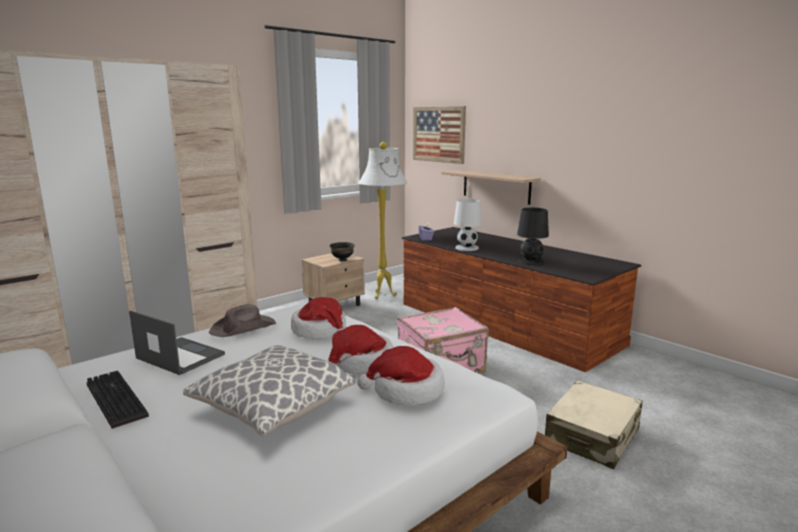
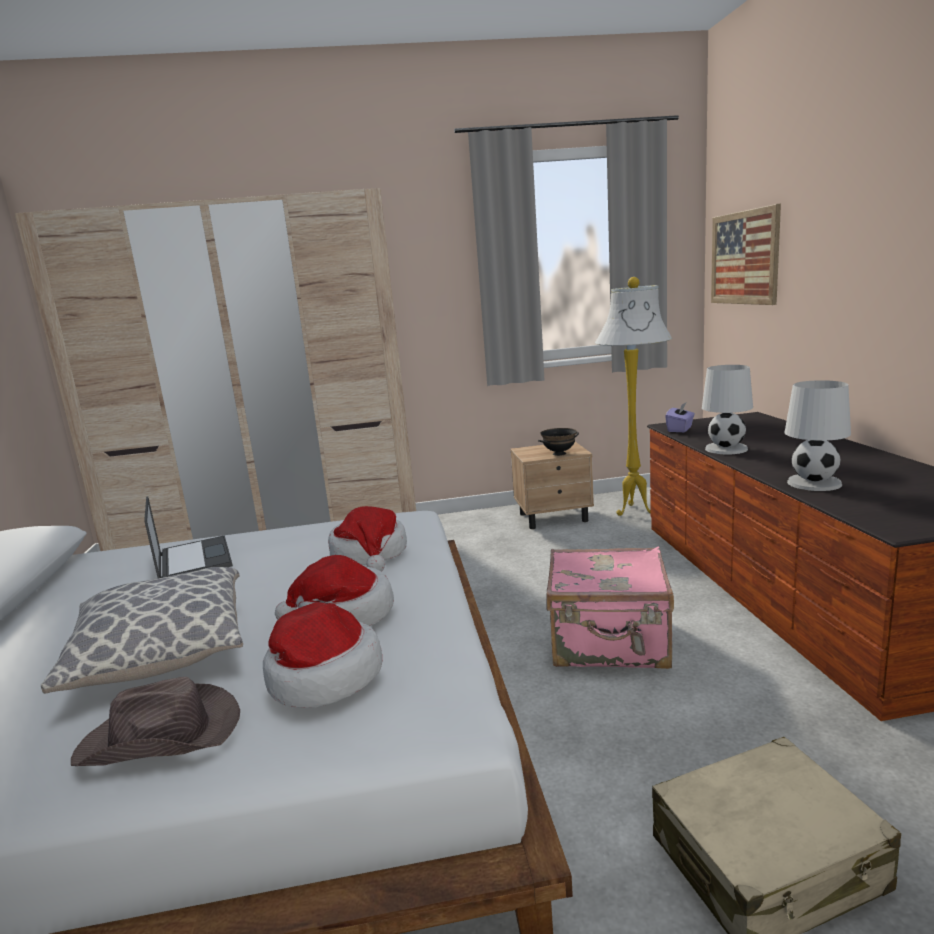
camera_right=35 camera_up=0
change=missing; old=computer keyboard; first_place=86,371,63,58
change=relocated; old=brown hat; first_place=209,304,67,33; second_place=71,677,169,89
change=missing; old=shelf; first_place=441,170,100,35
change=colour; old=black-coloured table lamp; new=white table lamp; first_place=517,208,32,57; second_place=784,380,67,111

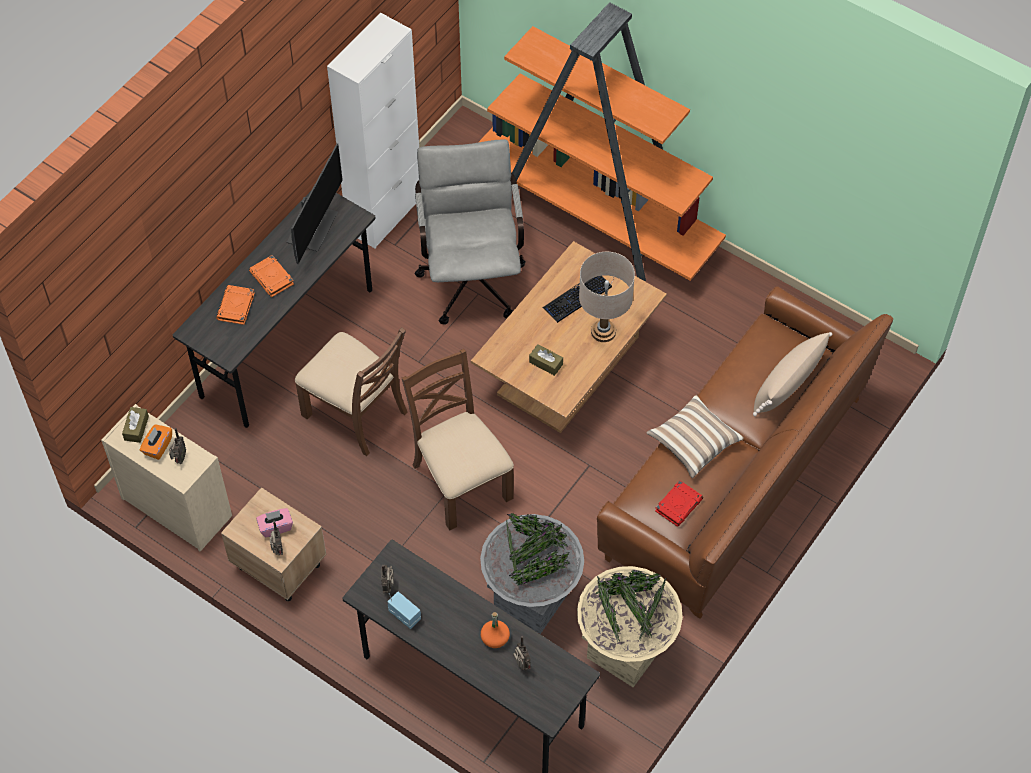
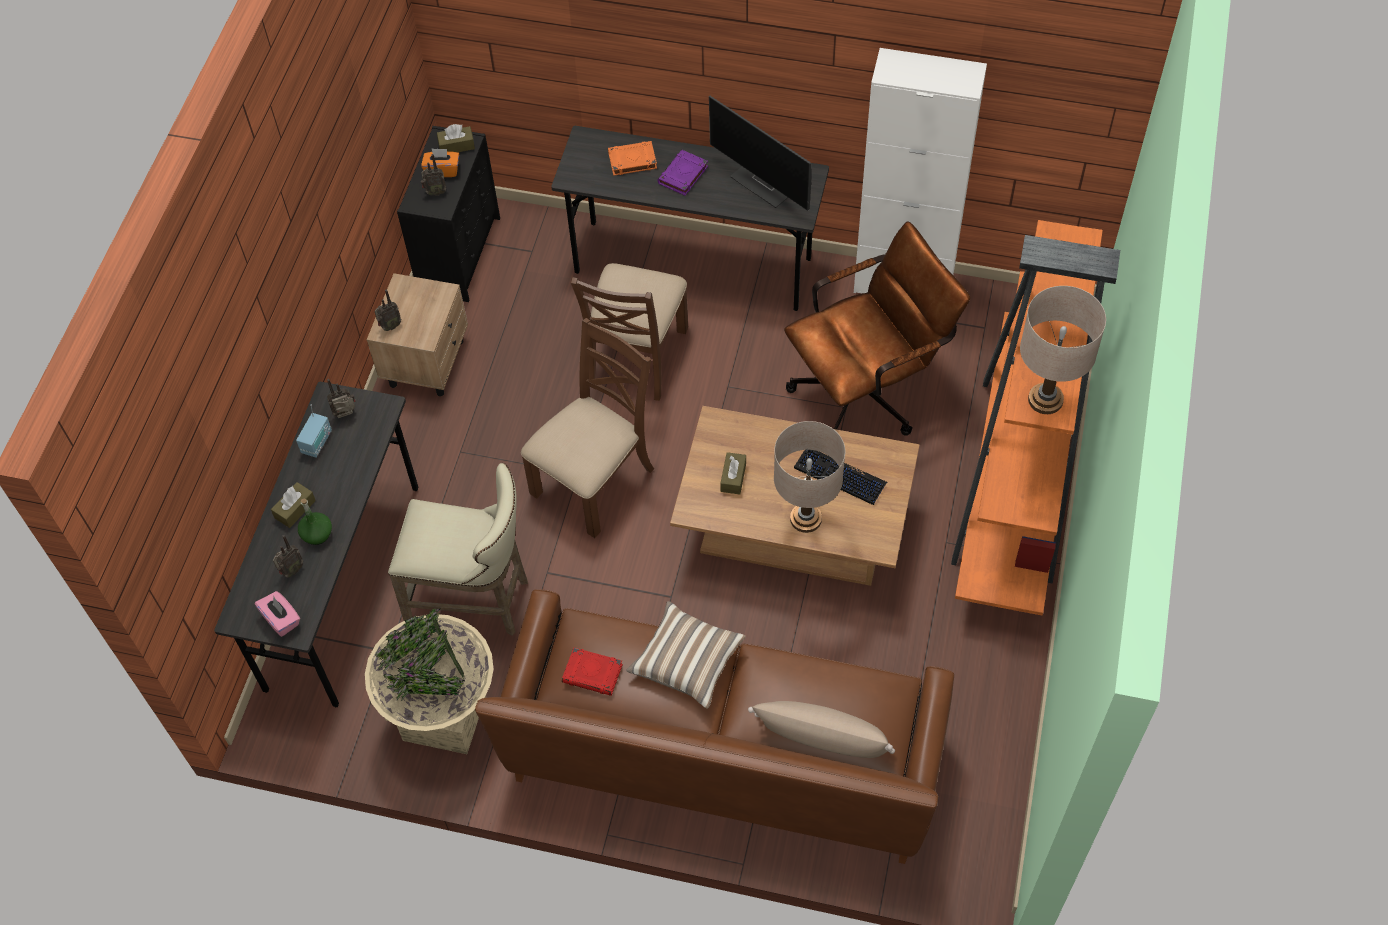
camera_right=70 camera_up=0
change=colour; old=beige chest of drawers; new=black-coloured chest of drawers; first_place=101,404,131,148; second_place=397,126,103,176
change=colour; old=orangey bound book; new=purple-coloured bound book; first_place=249,255,45,42; second_place=657,150,51,45
change=relocated; old=pink tissue box; first_place=256,508,37,30; second_place=255,591,45,46
change=spun; old=computer display; first_place=287,143,56,121; second_place=709,96,103,115; degrees=45
change=colour; old=gray desk chair; new=brown desk chair; first_place=414,139,112,185; second_place=784,222,186,214
change=exchanged; old=gray planter; new=beige stool seat; first_place=480,513,104,121; second_place=388,463,140,173
change=colour; old=orangey beverage bottle; new=green beverage bottle; first_place=481,612,29,36; second_place=298,499,34,46
change=appeared; new=brown tissue box; second_place=271,482,45,46
change=appeared; new=beige table lamp; second_place=1020,286,86,128

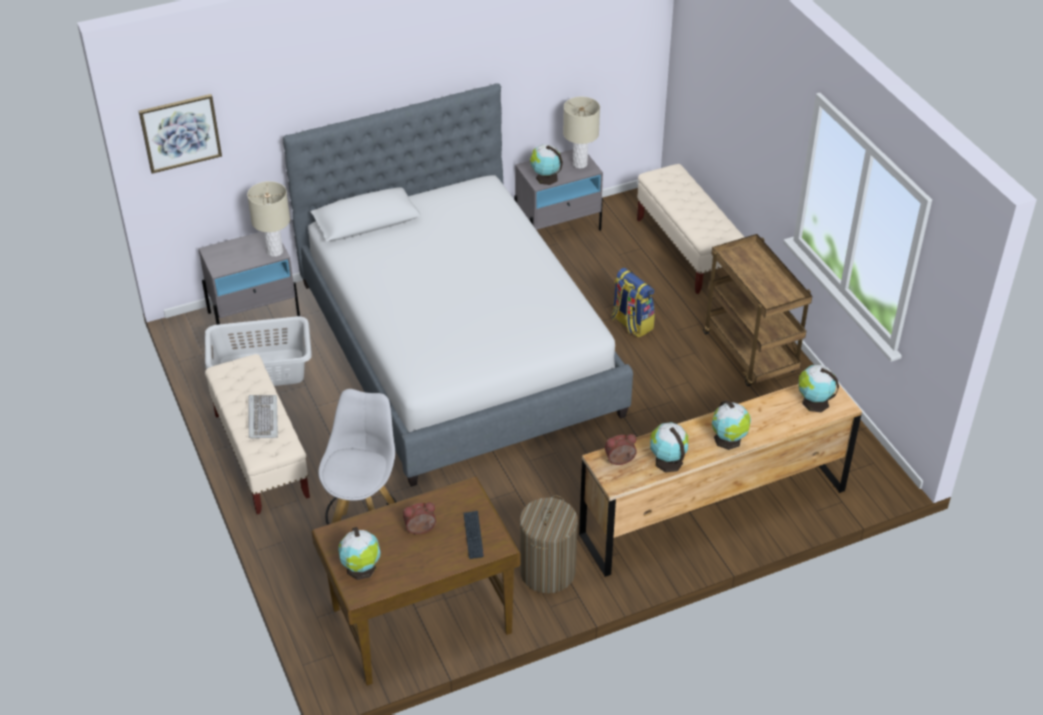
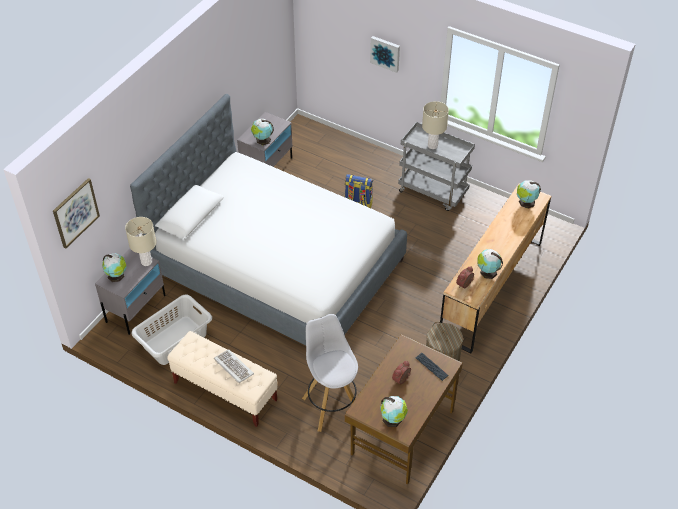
camera_right=-35 camera_up=5
change=relocated; old=beige table lamp; first_place=563,97,37,71; second_place=422,101,27,48
change=missing; old=beige long seat; first_place=637,164,107,130
change=colour; old=brown trolley; new=gray trolley; first_place=703,234,109,152; second_place=398,122,77,89
change=relocated; old=desk globe; first_place=712,401,39,49; second_place=102,254,25,28
change=appeared; new=wall picture; second_place=370,36,30,37

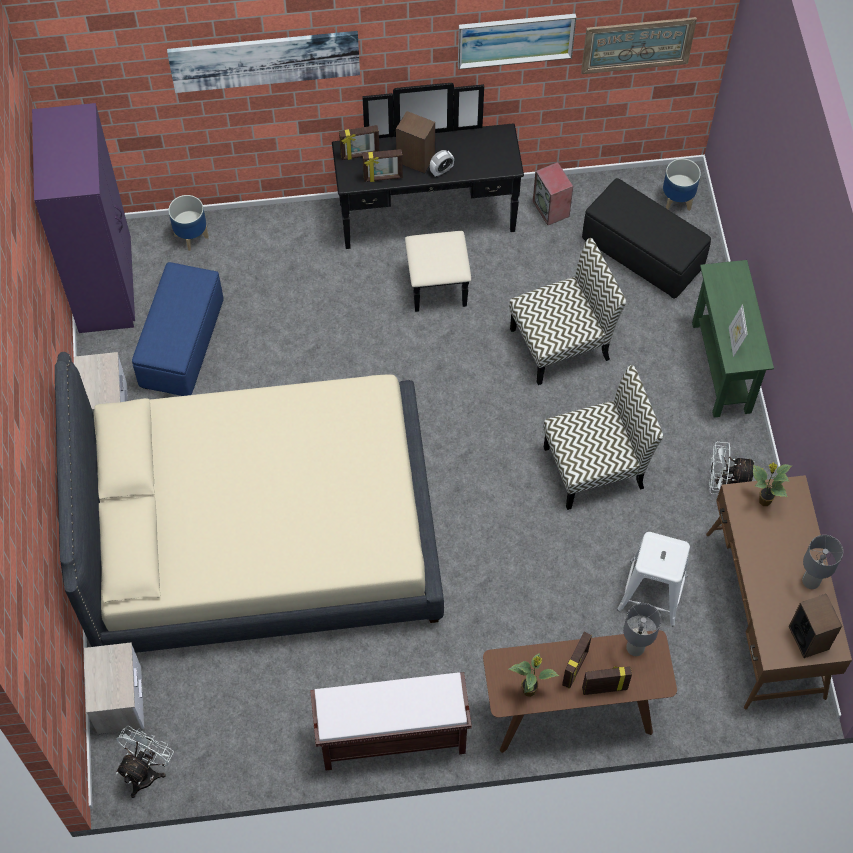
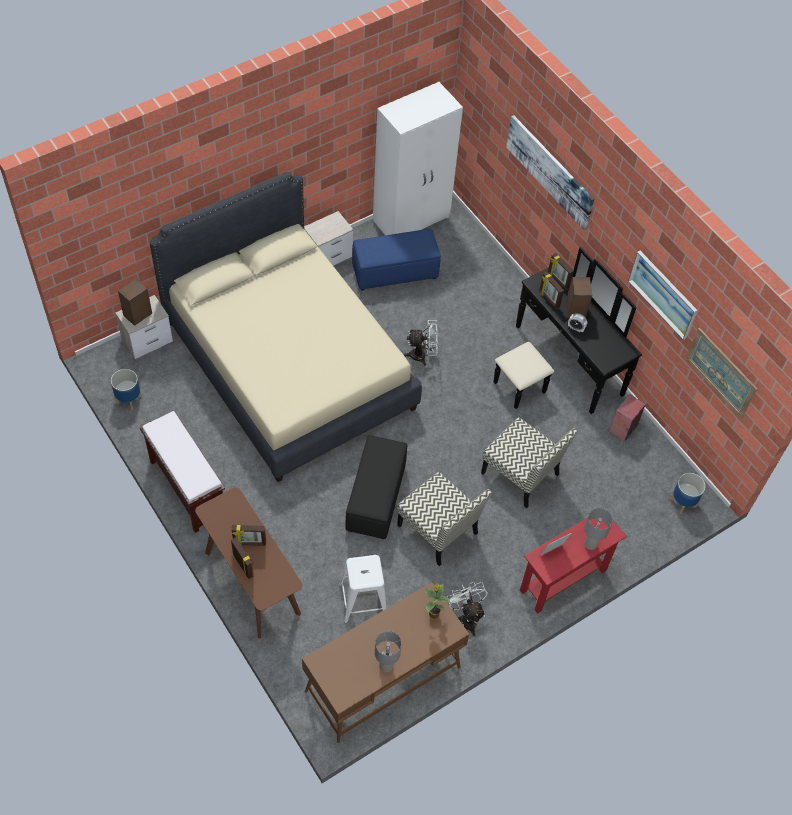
camera_right=60 camera_up=-5
change=colour; old=purple-coloured wardrobe; new=white wardrobe; first_place=32,103,103,230; second_place=373,82,90,153
change=relocated; old=white fan; first_place=116,726,58,72; second_place=404,320,34,46
change=relocated; old=planter; first_place=169,195,40,56; second_place=111,369,31,41
change=missing; old=potted plant; first_place=508,653,51,44
change=relocated; old=black-coloured pouffe; first_place=582,178,129,121; second_place=345,435,62,104
change=relocated; old=gray table lamp; first_place=623,603,38,53; second_place=584,508,29,42
change=colour; old=green console table; new=red-coloured console table; first_place=692,260,82,157; second_place=520,518,107,96
change=relocated; old=audio speaker; first_place=789,594,53,64; second_place=118,279,34,47

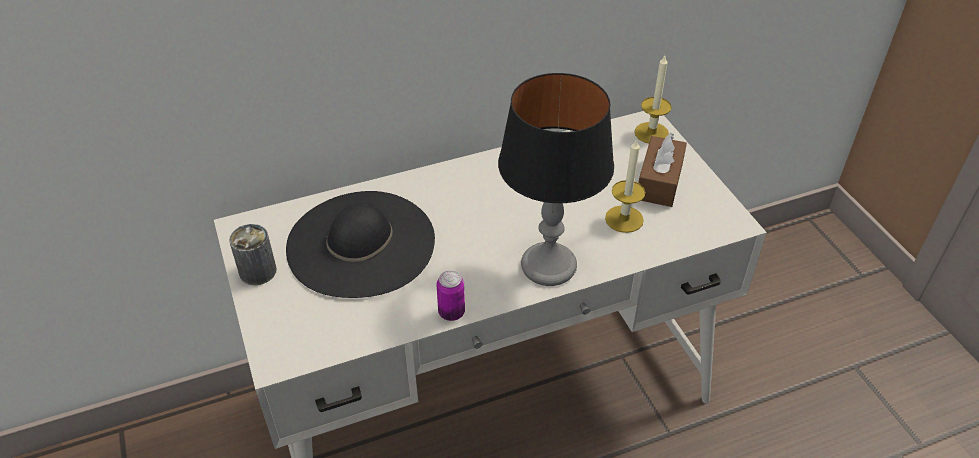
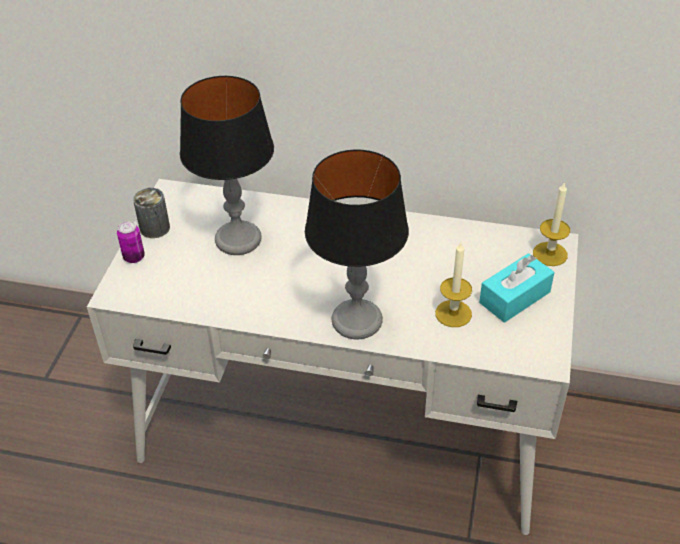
camera_right=35 camera_up=0
change=exchanged; old=black-coloured hat; new=table lamp; first_place=286,191,149,107; second_place=180,76,94,179
change=relocated; old=can; first_place=436,270,29,51; second_place=117,221,28,42
change=colour; old=brown tissue box; new=turquoise tissue box; first_place=638,133,49,74; second_place=479,253,75,70

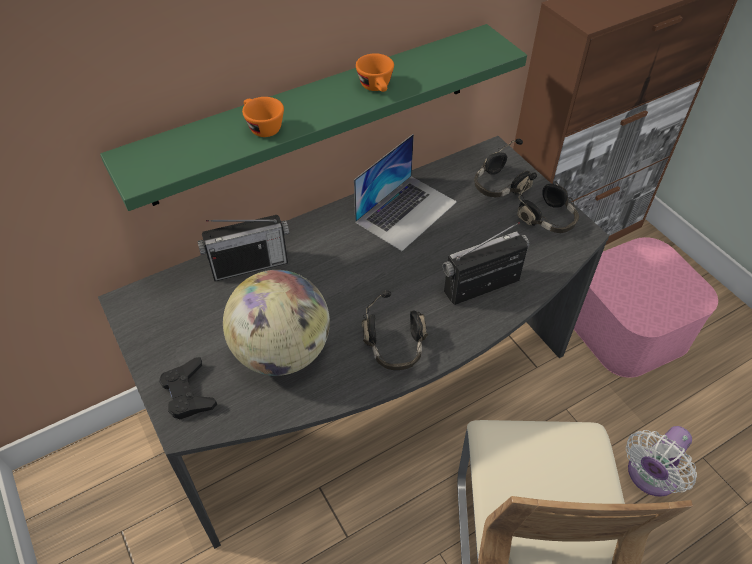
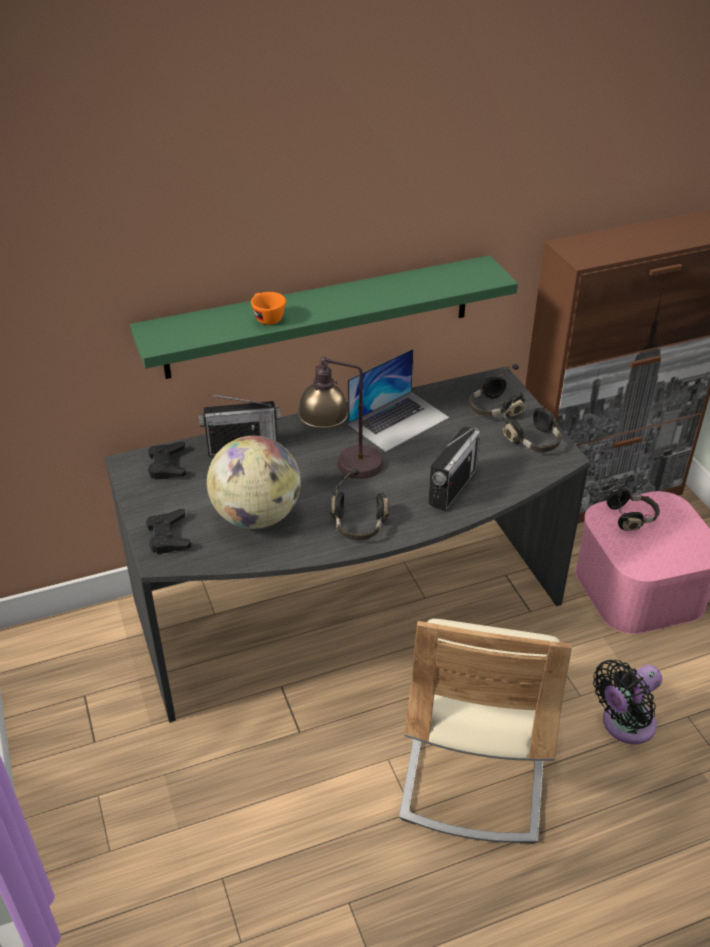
camera_right=10 camera_up=-10
change=missing; old=orangey small cup; first_place=356,53,38,39
change=spun; old=radio; first_place=443,222,86,83; second_place=428,427,53,84; degrees=135
change=colour; old=white fan; new=black-coloured fan; first_place=626,426,71,70; second_place=593,660,69,84
change=appeared; new=black-coloured joypad; second_place=148,441,38,39
change=appeared; new=table lamp; second_place=297,356,87,123
change=appeared; new=black-coloured headset; second_place=607,488,53,43

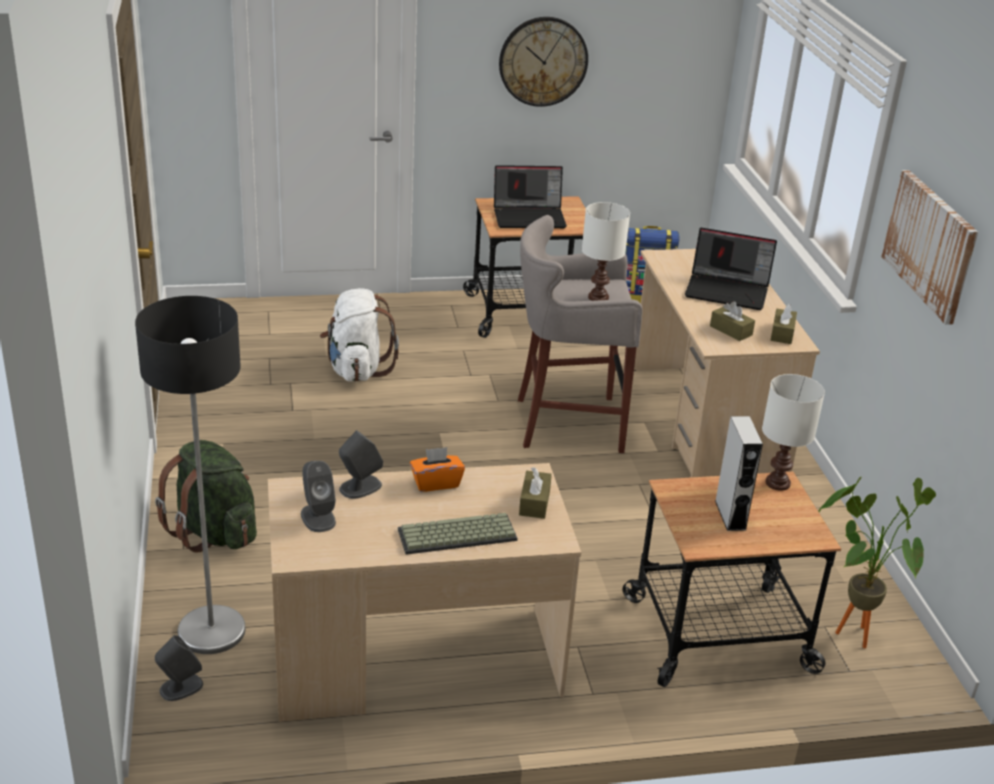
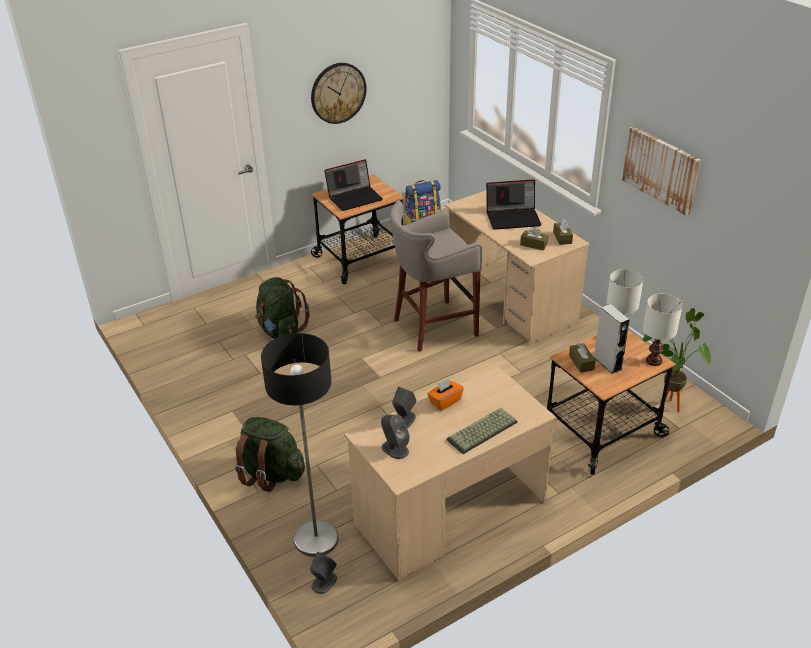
camera_right=-20 camera_up=5
change=colour; old=white backpack; new=green backpack; first_place=320,288,79,94; second_place=255,277,54,62
change=relocated; old=brown tissue box; first_place=519,467,33,52; second_place=569,343,27,30
change=relocated; old=white table lamp; first_place=582,202,48,99; second_place=643,294,40,72

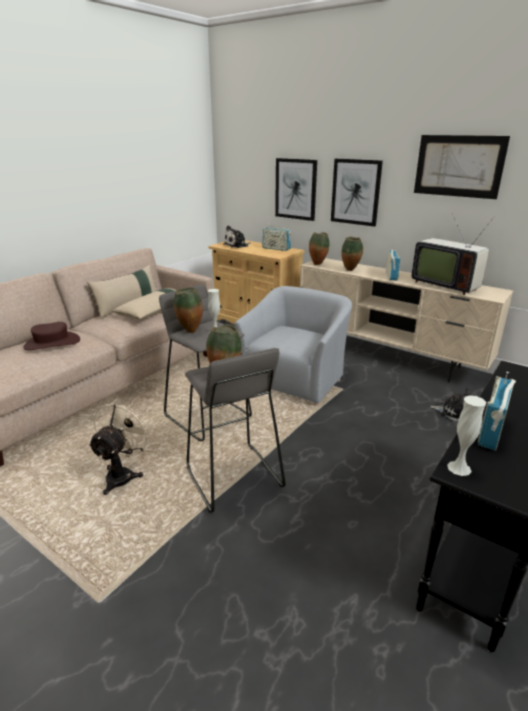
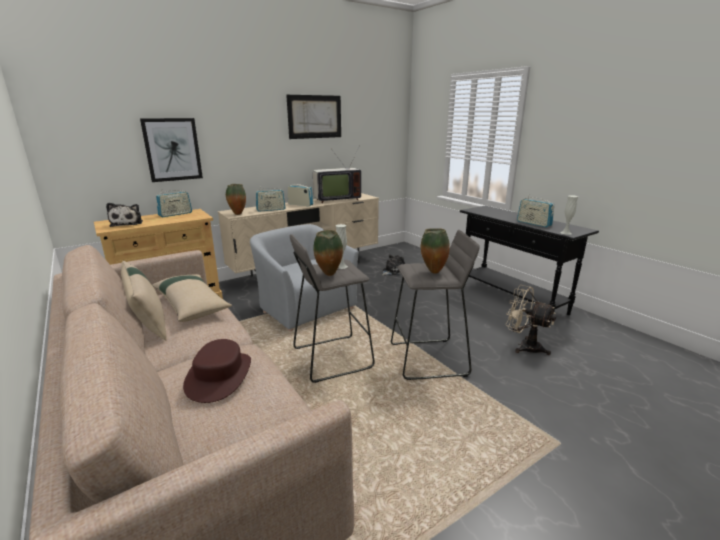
camera_right=-70 camera_up=-5
change=relocated; old=beige fan; first_place=88,399,65,96; second_place=506,285,50,70
change=missing; old=wall picture; first_place=331,159,52,68
change=exchanged; old=decorative vase; new=radio; first_place=341,237,22,34; second_place=255,187,31,25

